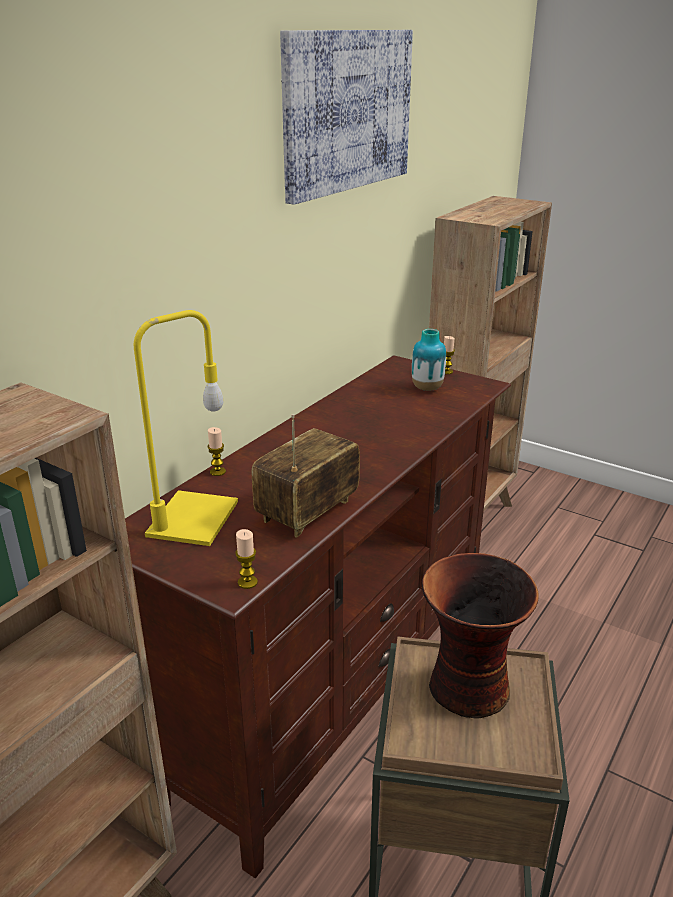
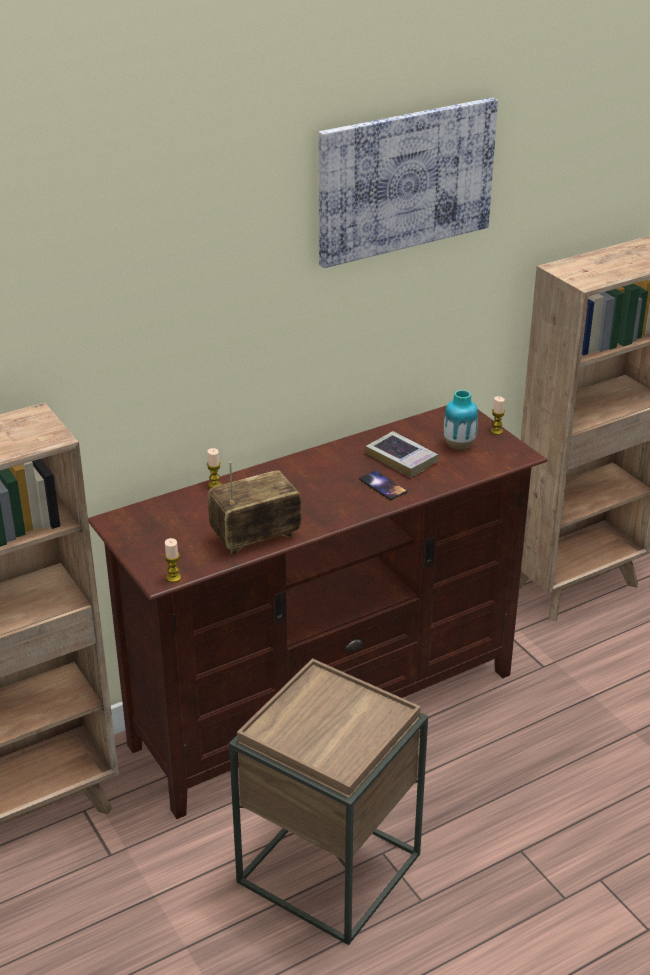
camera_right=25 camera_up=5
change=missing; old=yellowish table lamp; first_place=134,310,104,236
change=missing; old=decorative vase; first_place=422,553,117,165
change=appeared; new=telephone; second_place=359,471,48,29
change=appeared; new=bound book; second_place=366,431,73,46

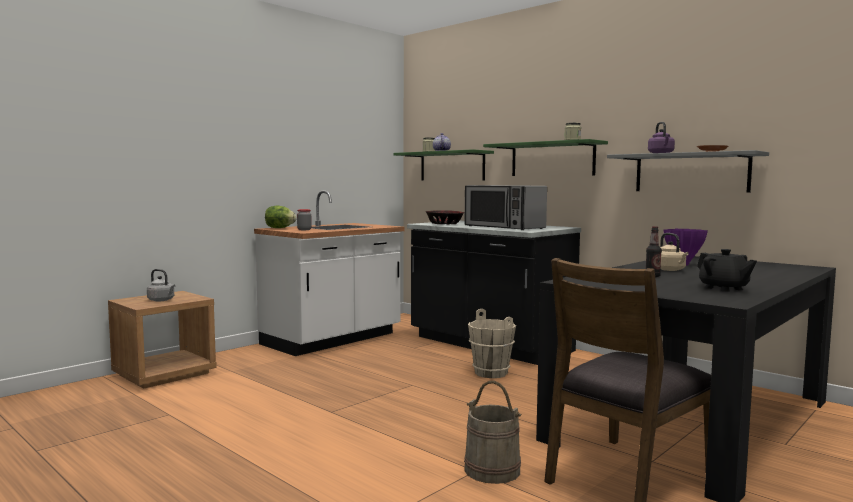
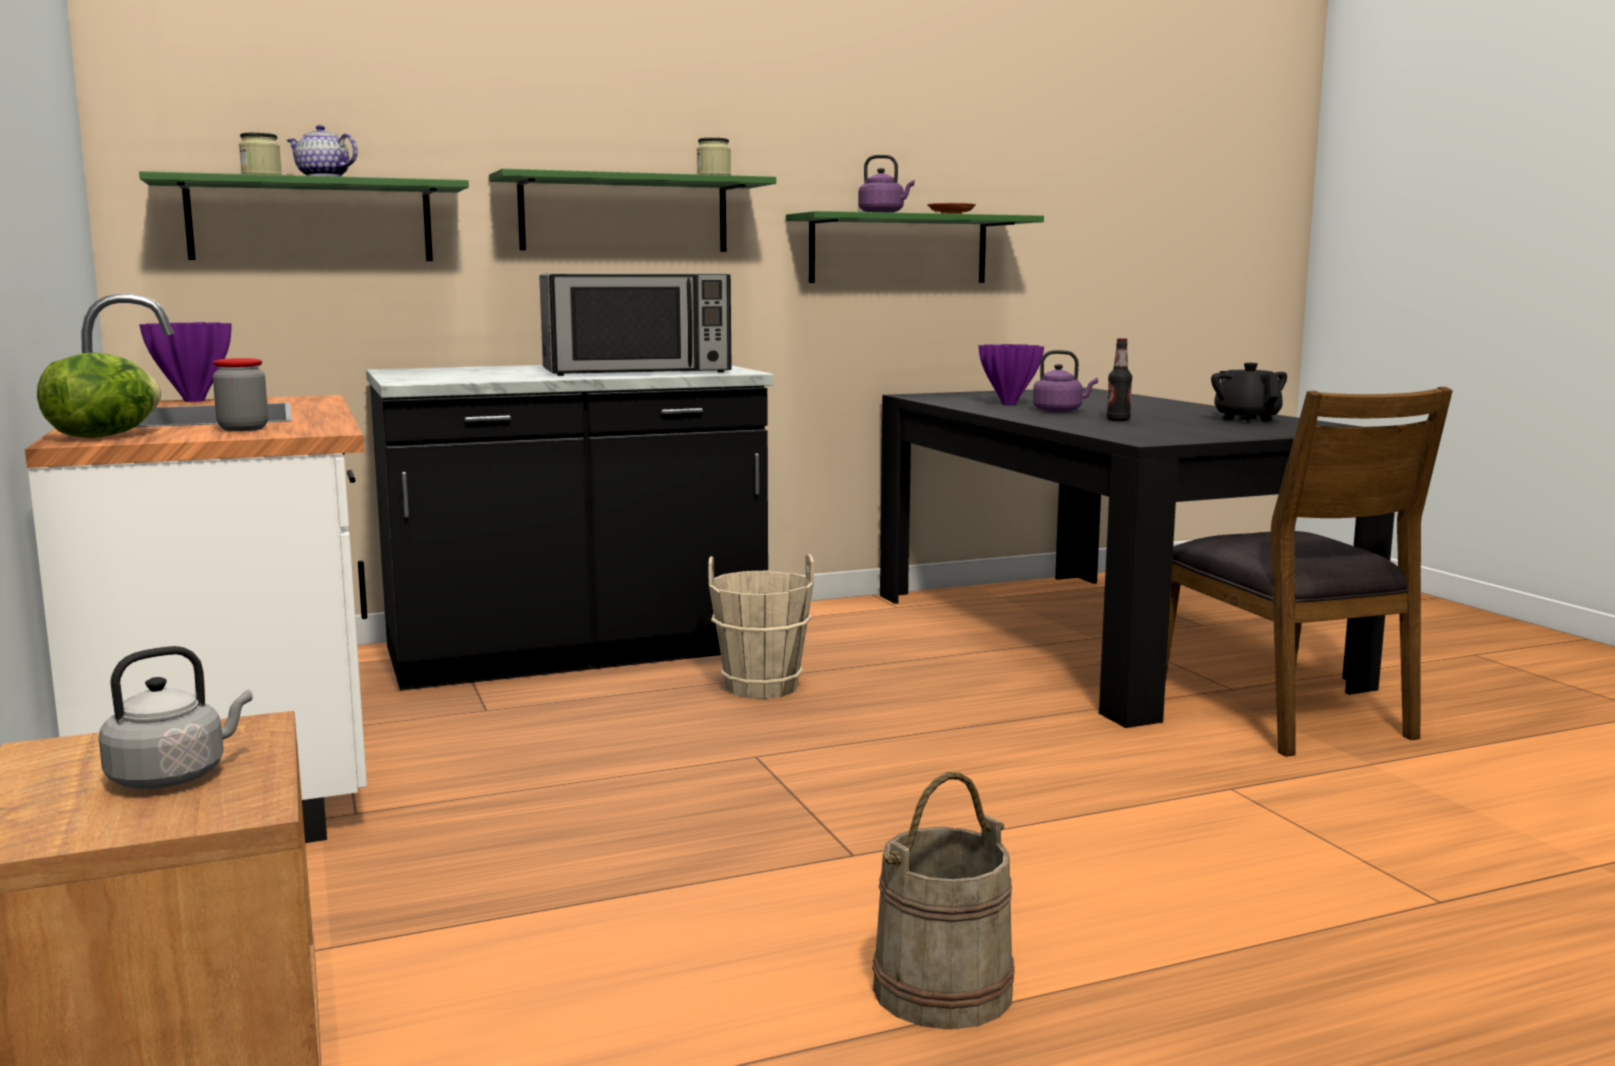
camera_right=-65 camera_up=5
change=missing; old=serving bowl; first_place=426,210,38,14
change=relocated; old=beige water bucket; first_place=464,381,57,103; second_place=872,772,143,258
change=colour; old=gray shelf; new=green shelf; first_place=607,150,162,43; second_place=786,211,258,72
change=colour; old=beige water kettle; new=purple-coloured water kettle; first_place=660,233,28,38; second_place=1033,350,65,63
change=spun; old=black-coloured pot for tea; first_place=697,249,60,43; second_place=1211,363,76,60; degrees=-105
change=appeared; new=purple-coloured decorative vase; second_place=139,322,92,80

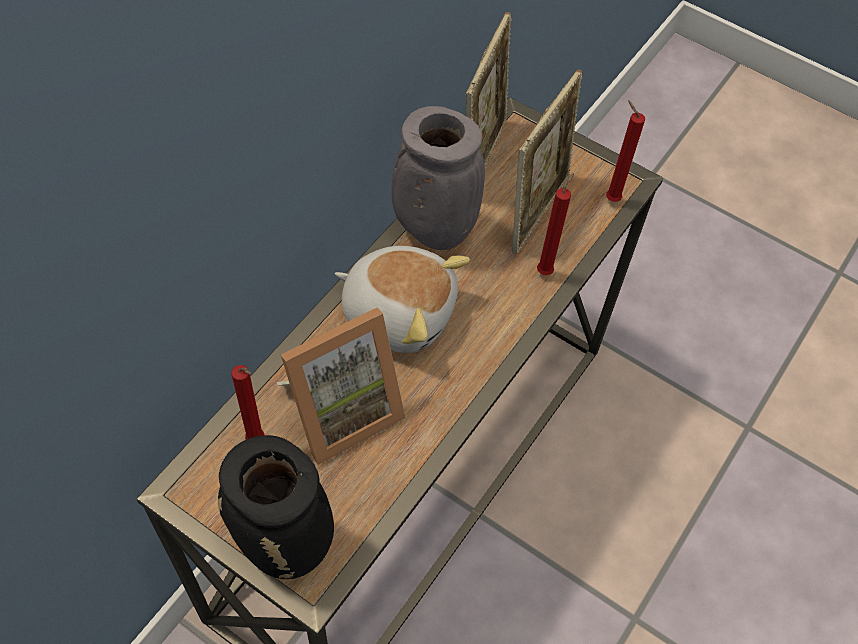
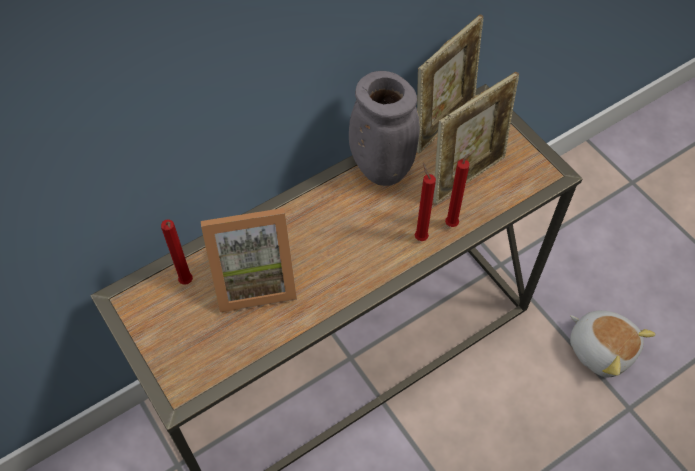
camera_right=25 camera_up=0
change=missing; old=black-coloured decorative vase; first_place=218,435,116,144
change=relocated; old=soft toy; first_place=335,246,135,107; second_place=570,310,86,67
change=relocated; old=red-coloured candle; first_place=606,100,39,102; second_place=415,163,21,78

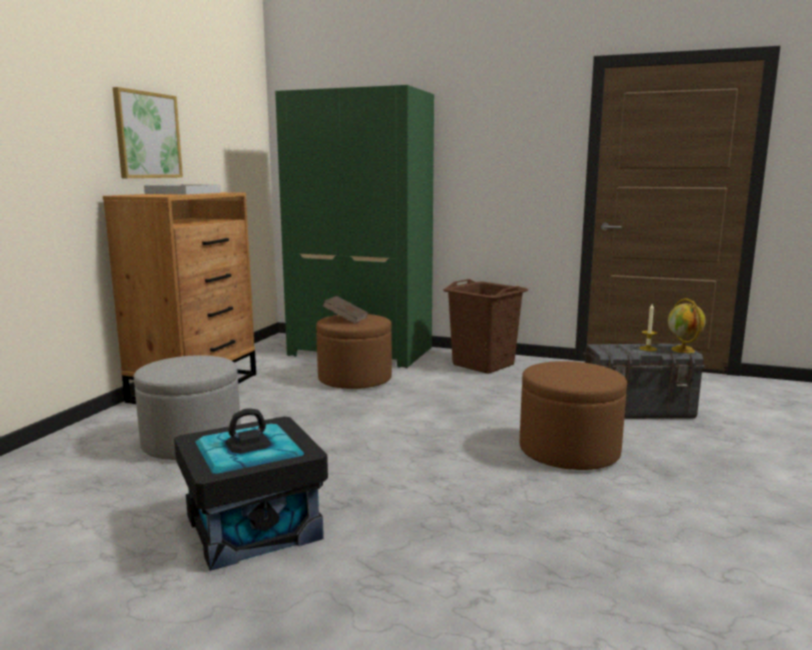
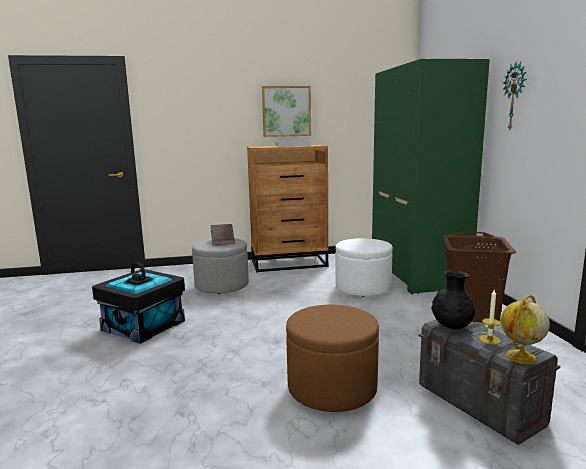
camera_right=60 camera_up=0
change=colour; old=brown pouffe; new=white pouffe; first_place=316,314,76,75; second_place=335,238,58,59
change=relocated; old=brown bound book; first_place=323,296,45,28; second_place=211,224,24,21
change=appeared; new=black-coloured decorative vase; second_place=431,270,44,60
change=appeared; new=clock on the wall; second_place=503,62,24,68

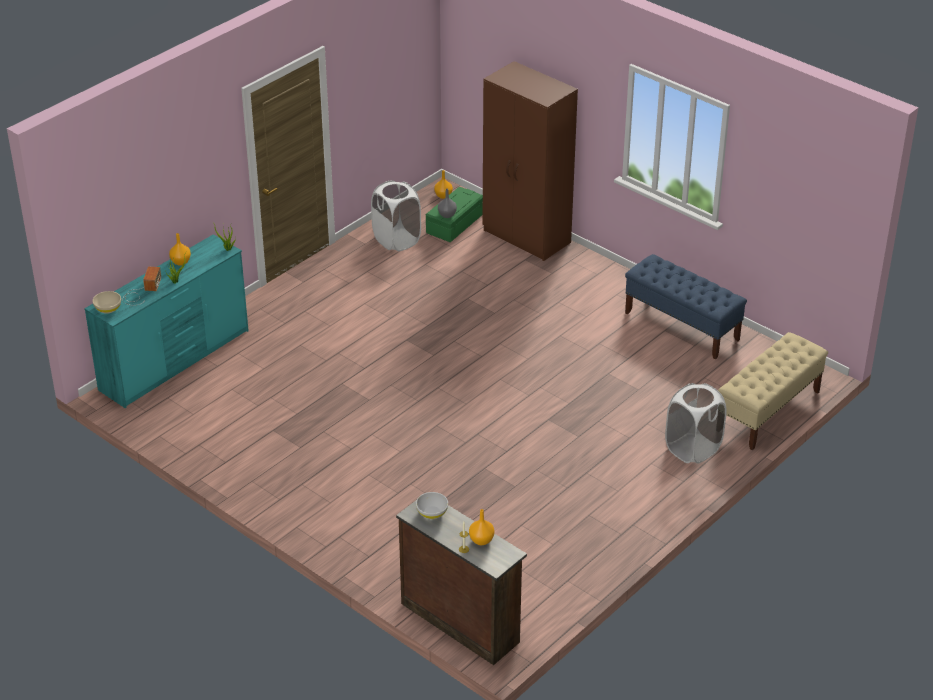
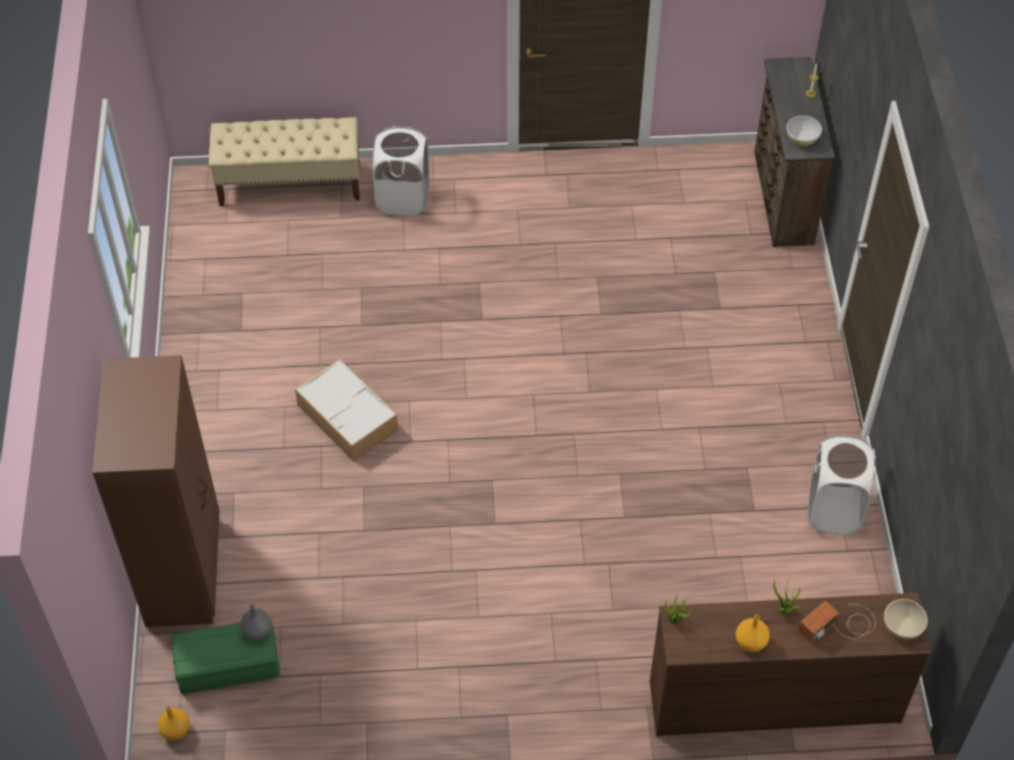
camera_right=-135 camera_up=15
change=colour; old=turquoise chest of drawers; new=brown chest of drawers; first_place=84,234,165,174; second_place=650,593,281,144
change=relocated; old=white washing basket; first_place=371,180,50,71; second_place=807,435,69,100
change=missing; old=orangey decorative vase; first_place=469,509,25,36
change=missing; old=bluish long seat; first_place=625,254,122,105
change=appeared; new=storage container; second_place=295,359,103,103

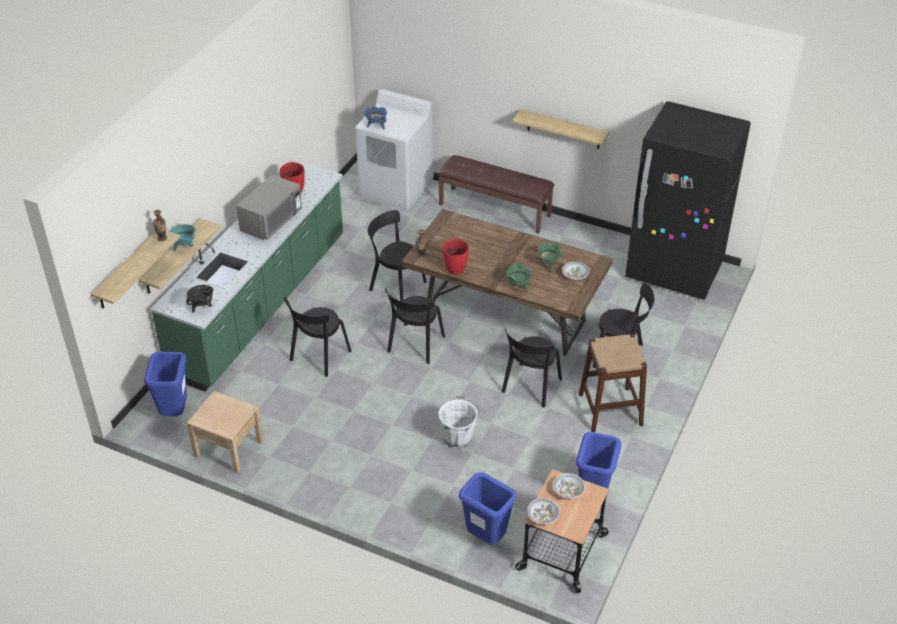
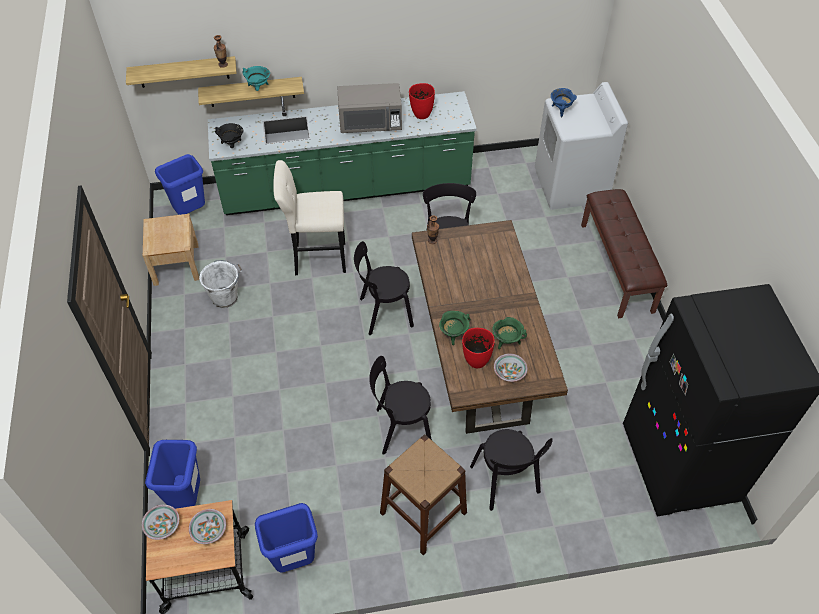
camera_right=55 camera_up=10
change=exchanged; old=black-coloured upright chair; new=beige stool seat; first_place=284,297,67,80; second_place=273,160,73,115
change=relocated; old=white water bucket; first_place=438,396,42,53; second_place=199,260,43,48
change=relocated; old=red-coloured decorative vase; first_place=442,239,27,36; second_place=462,328,33,40
change=missing; old=shelf; first_place=512,109,97,40

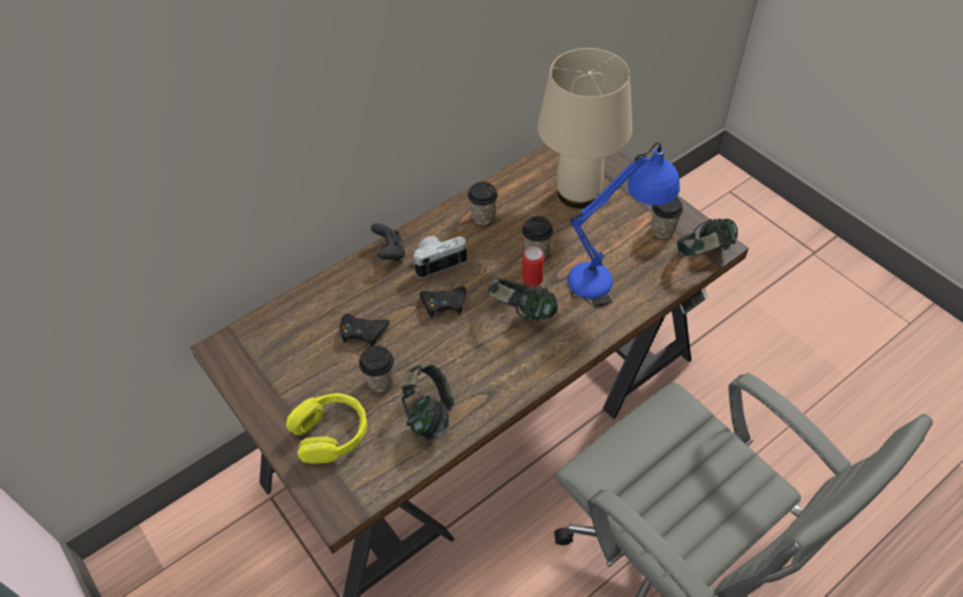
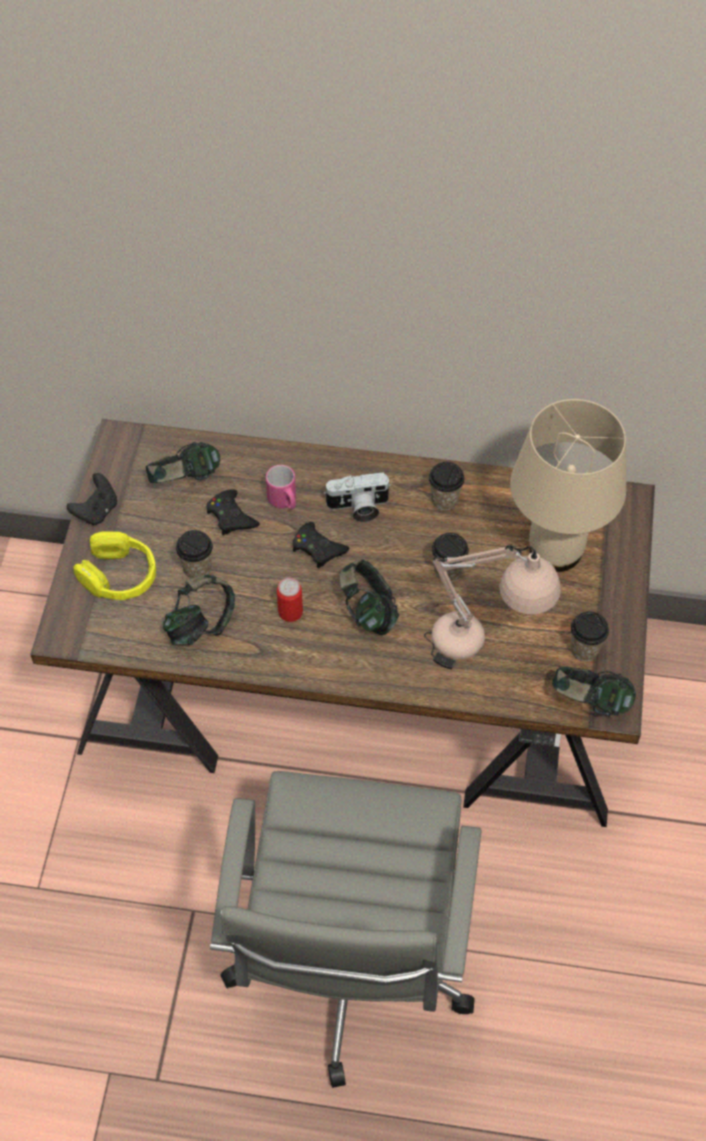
camera_right=45 camera_up=5
change=relocated; old=black-coloured joypad; first_place=371,223,34,38; second_place=67,473,50,52
change=spun; old=photo camera; first_place=413,236,55,42; second_place=324,472,67,50; degrees=150
change=relocated; old=can; first_place=522,246,22,41; second_place=277,578,26,44
change=colour; old=bluish table lamp; new=beige table lamp; first_place=568,142,112,164; second_place=424,545,137,124
change=appeared; new=headset; second_place=146,442,74,41
change=appeared; new=pink mug; second_place=266,465,30,45

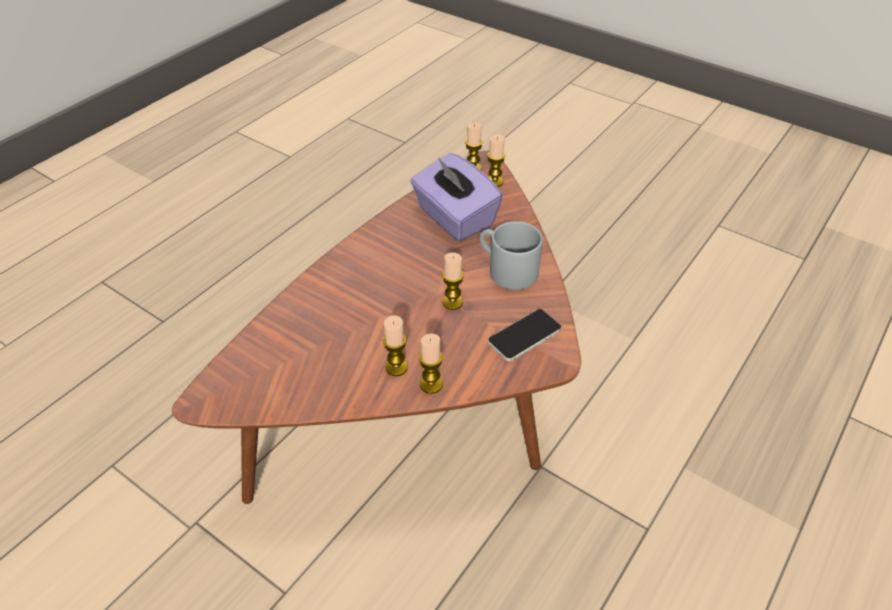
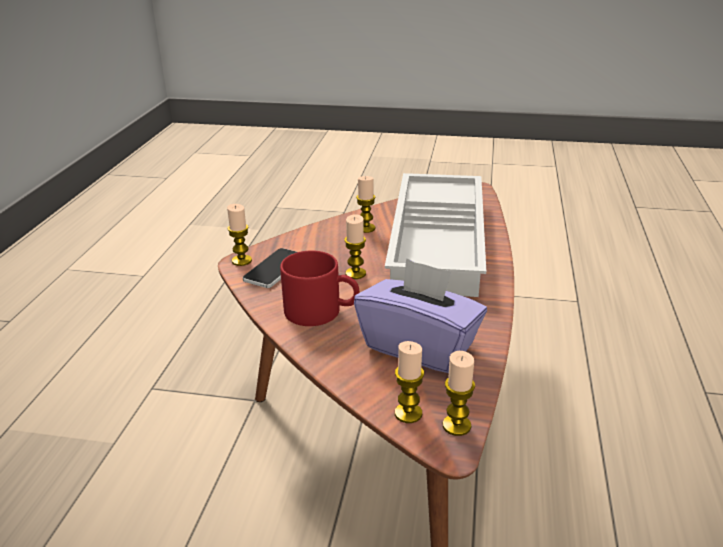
camera_right=155 camera_up=-15
change=relocated; old=candle; first_place=419,333,24,61; second_place=227,204,25,62
change=colour; old=gray mug; new=red-coloured mug; first_place=480,221,63,69; second_place=280,250,79,76
change=appeared; new=white carrying tray; second_place=385,173,101,124

